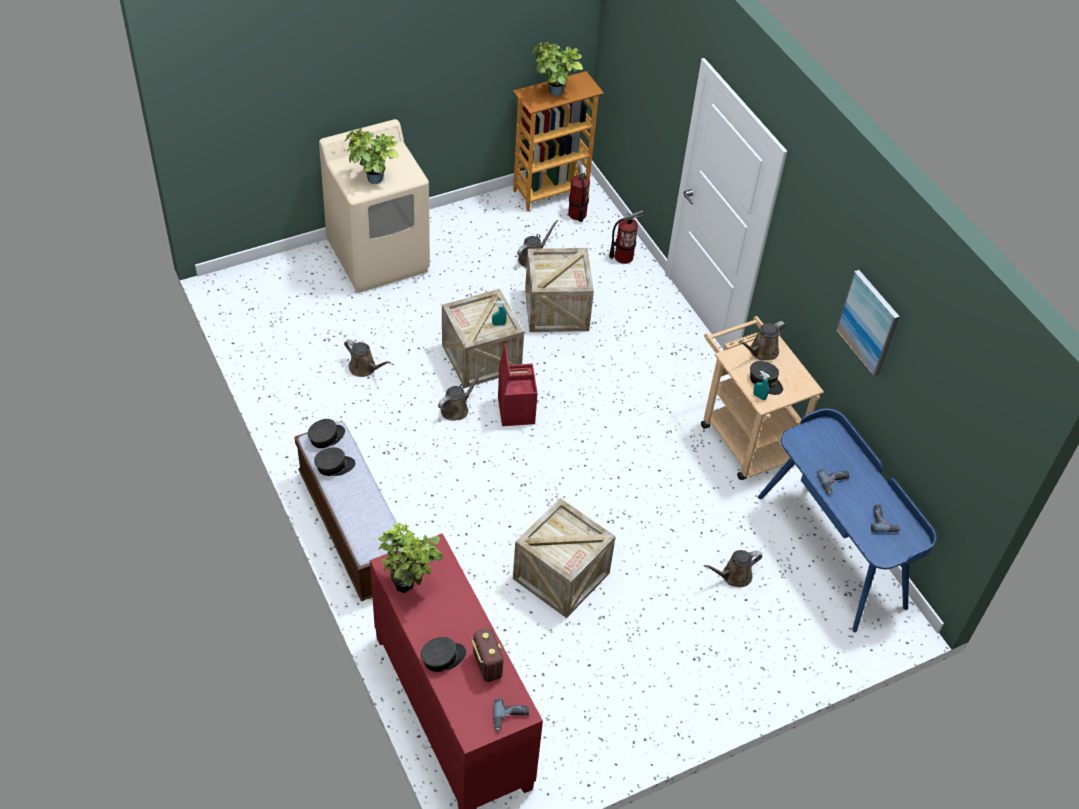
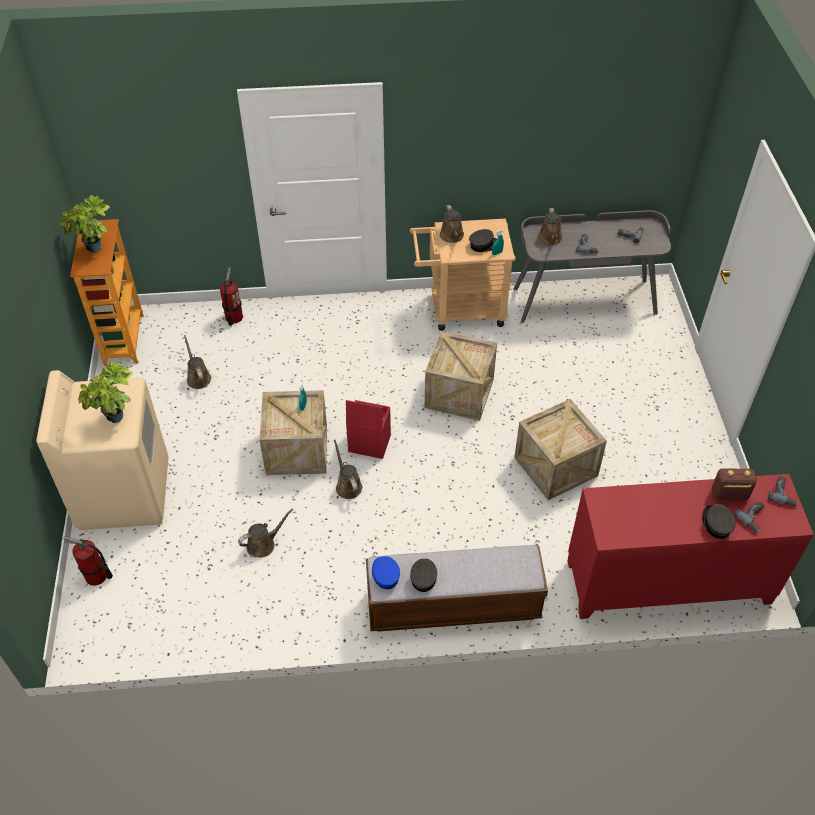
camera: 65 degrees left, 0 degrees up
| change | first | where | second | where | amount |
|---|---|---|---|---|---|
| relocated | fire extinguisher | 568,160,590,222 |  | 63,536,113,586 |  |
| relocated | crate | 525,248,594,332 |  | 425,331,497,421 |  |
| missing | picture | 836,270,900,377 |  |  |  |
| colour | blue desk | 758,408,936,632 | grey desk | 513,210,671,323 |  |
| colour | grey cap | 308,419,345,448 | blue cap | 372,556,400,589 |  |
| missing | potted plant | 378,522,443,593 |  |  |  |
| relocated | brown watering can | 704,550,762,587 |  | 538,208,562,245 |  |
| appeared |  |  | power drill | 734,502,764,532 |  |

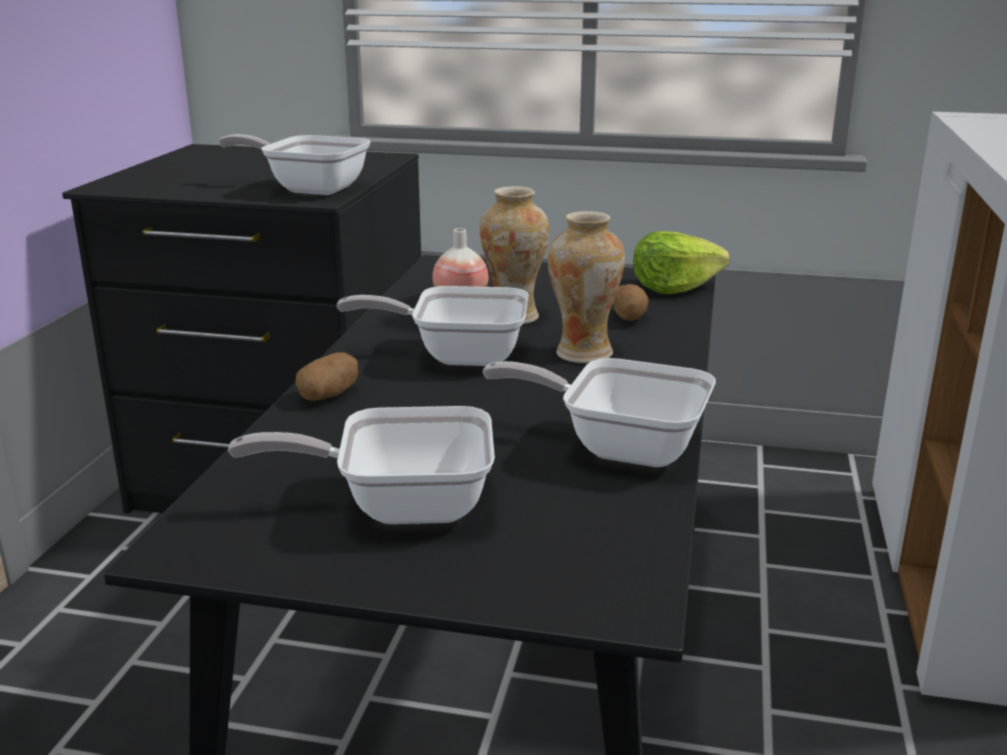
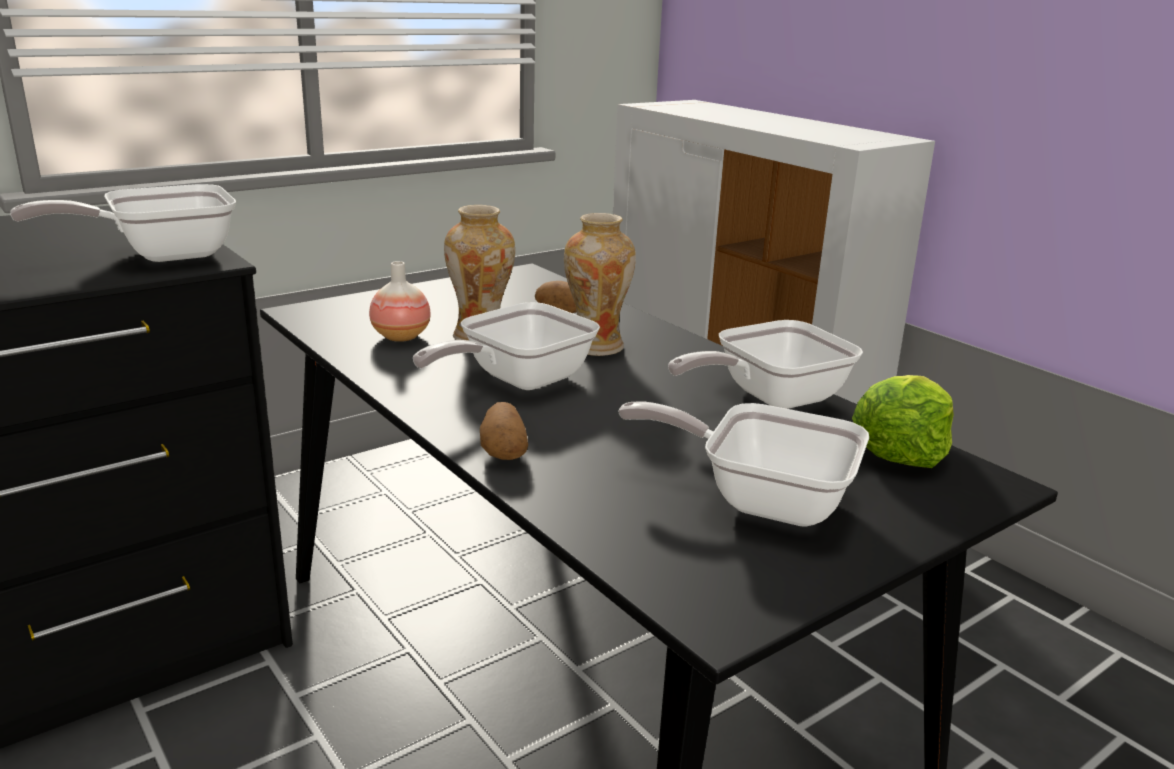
camera: 50 degrees left, 0 degrees up
| change | first | where | second | where | amount |
|---|---|---|---|---|---|
| relocated | lettuce | 633,231,729,294 |  | 852,375,954,468 |  |
| spun | frying pan | 228,406,495,524 |  | 618,401,869,527 | 75 degrees clockwise |

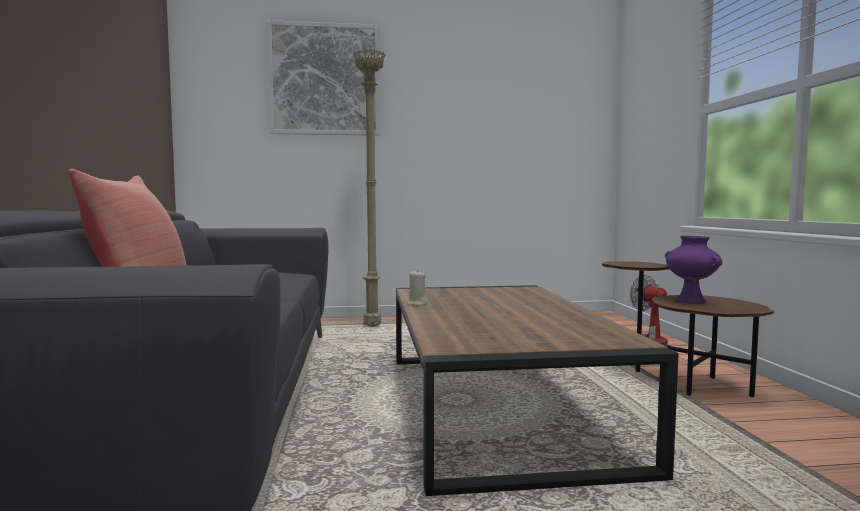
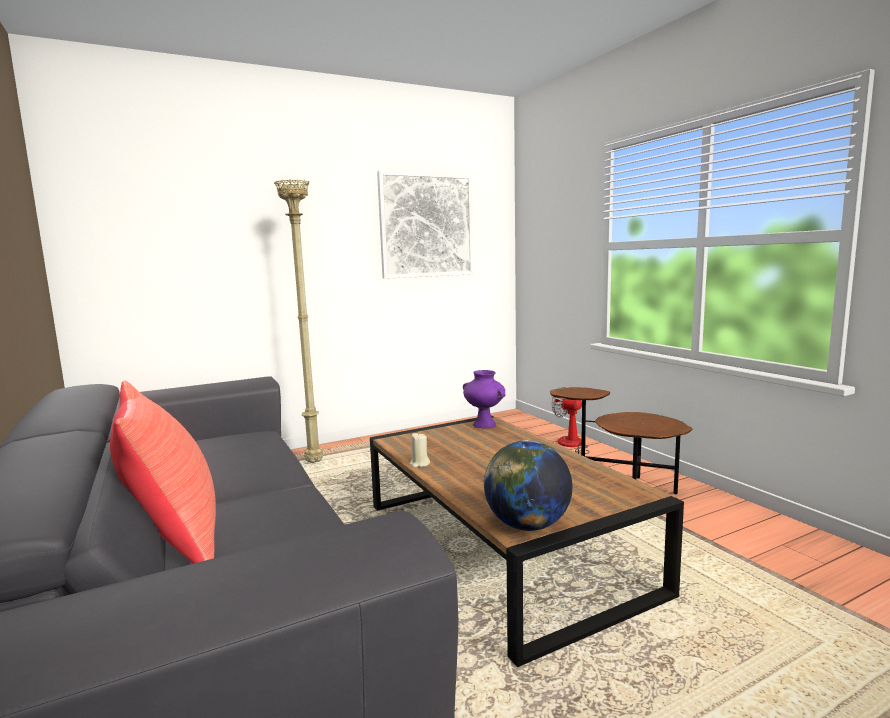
camera: 20 degrees left, 5 degrees up
| change | first | where | second | where | amount |
|---|---|---|---|---|---|
| relocated | picture | 267,20,380,136 |  | 377,171,474,279 |  |
| relocated | purple vase | 665,236,722,304 |  | 463,370,506,428 |  |
| appeared |  |  | globe | 484,440,572,531 |  |

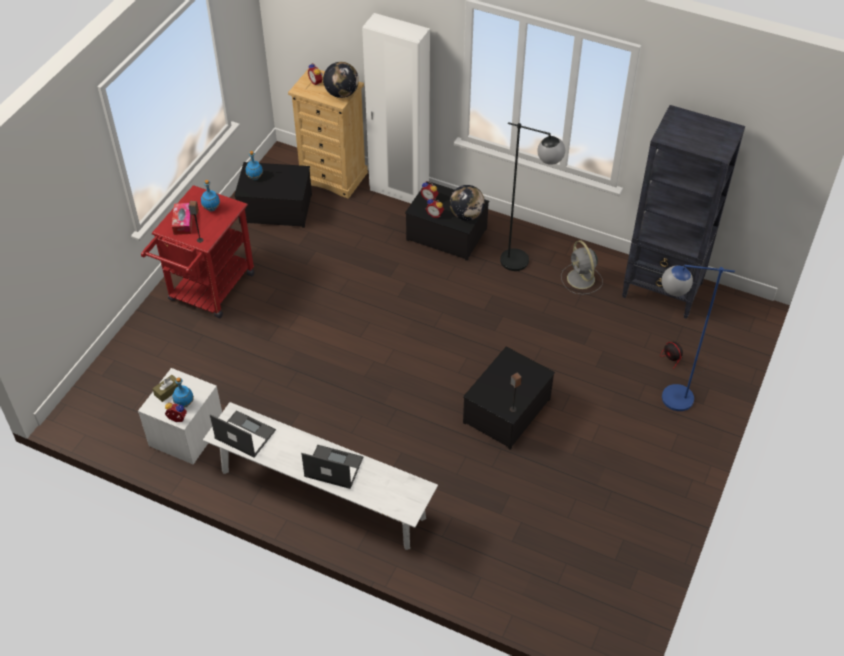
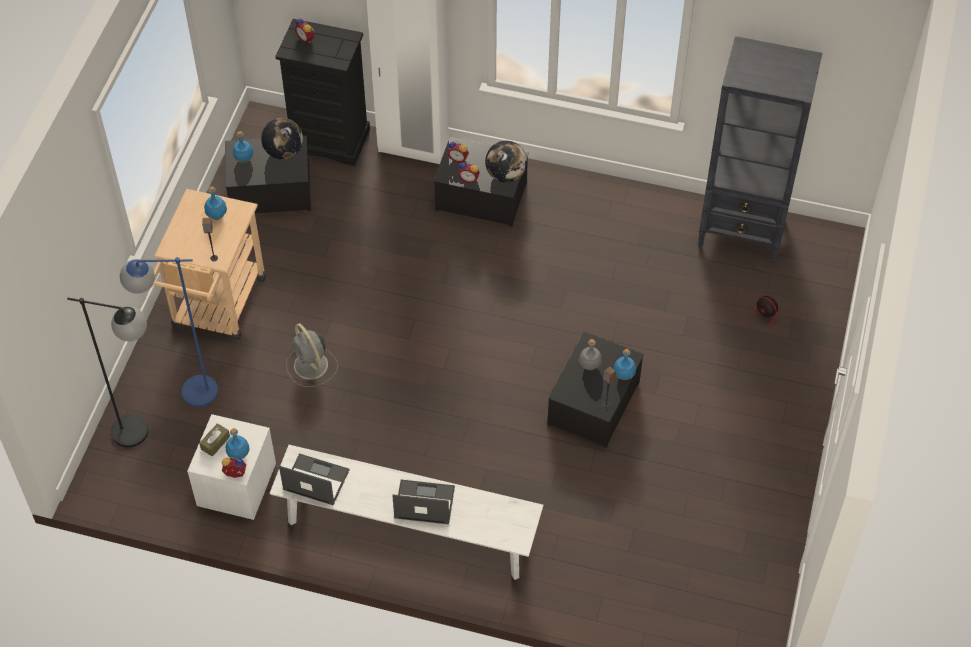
camera: 10 degrees left, 5 degrees up
| change | first | where | second | where | amount |
|---|---|---|---|---|---|
| relocated | globe | 323,62,359,98 |  | 261,118,303,159 |  |
| colour | beige dresser | 288,68,368,199 | black dresser | 275,19,370,166 |  |
| relocated | black floor lamp | 500,122,565,271 |  | 67,298,149,447 |  |
| colour | red cart | 141,185,255,318 | beige cart | 151,189,266,340 |  |
| missing | tissue box | 172,203,193,235 |  |  |  |
| relocated | grey fan | 561,240,603,295 |  | 286,323,338,387 |  |
| relocated | blue floor lamp | 661,265,735,411 |  | 120,257,218,407 |  |
| appeared |  |  | grey bottle | 579,339,602,370 |  |
| appeared |  |  | blue bottle | 613,349,636,380 |  |

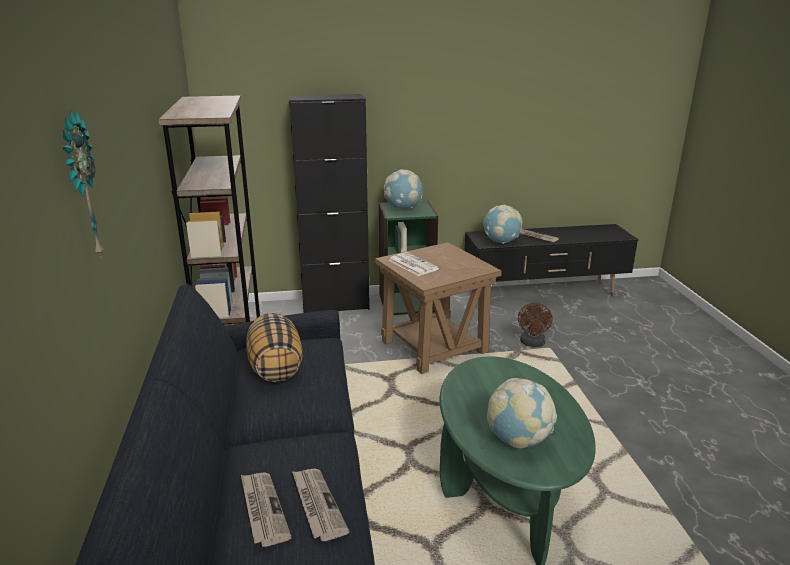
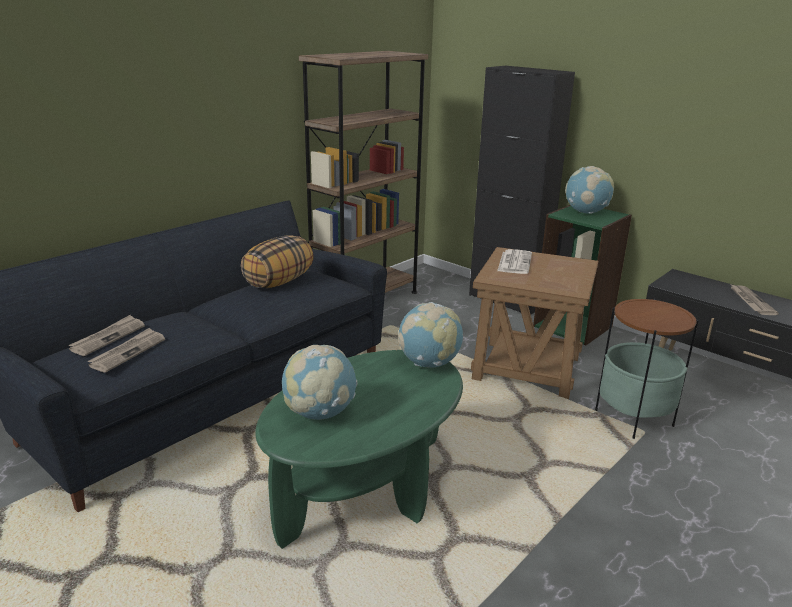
camera: 50 degrees right, 0 degrees up
| change | first | where | second | where | amount |
|---|---|---|---|---|---|
| missing | wall clock | 63,110,103,259 |  |  |  |
| relocated | globe | 483,205,523,244 |  | 398,302,463,368 |  |
| exchanged | brown fan | 518,303,553,347 | side table | 595,299,699,439 |  |

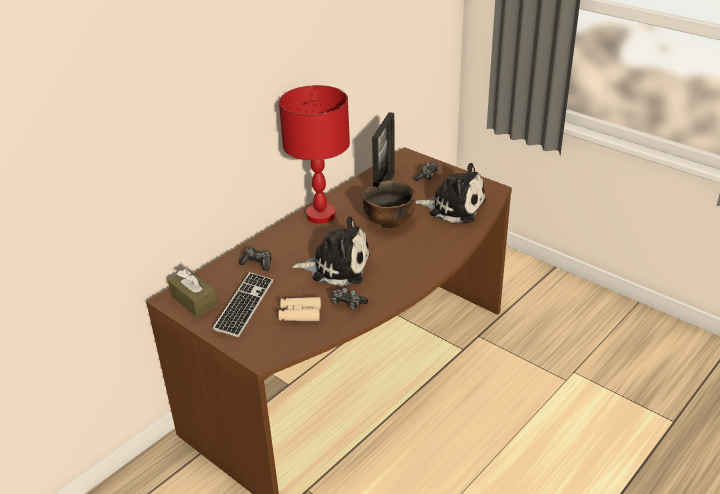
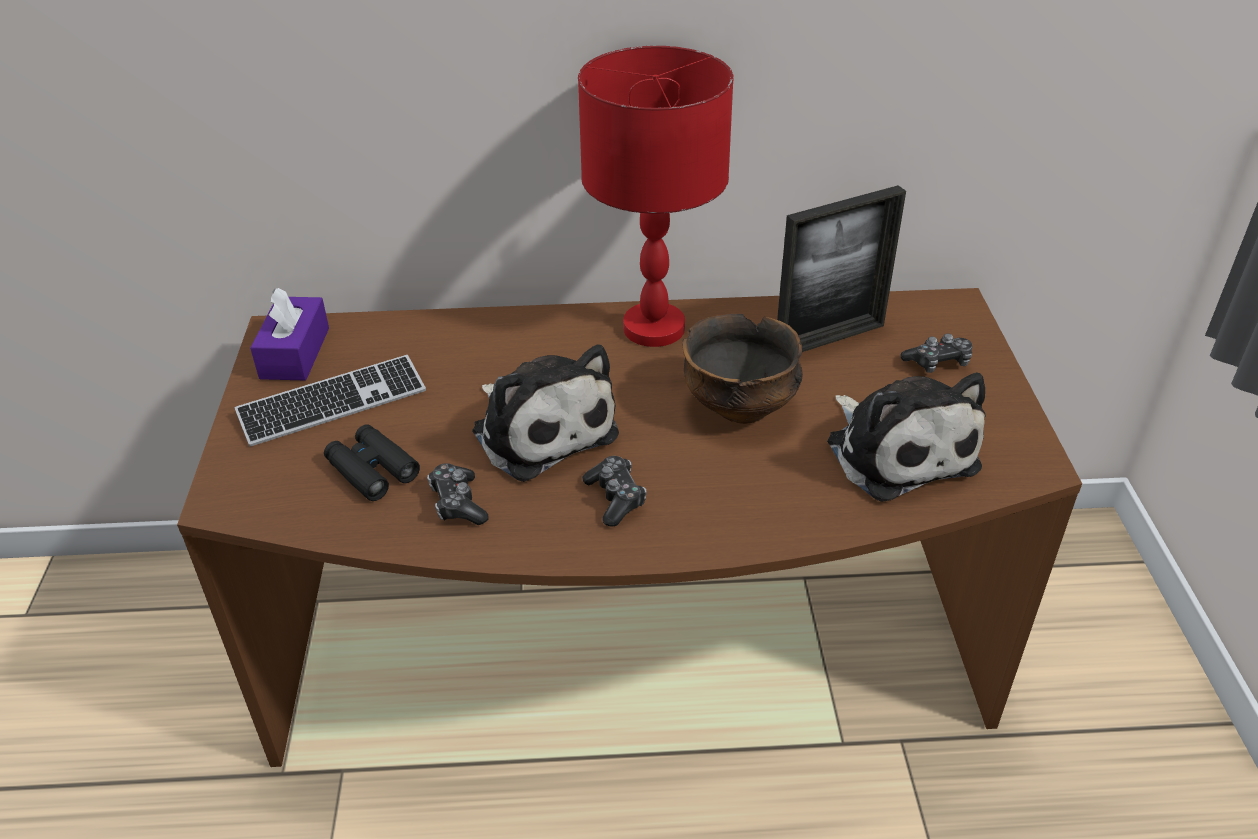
camera: 45 degrees right, 5 degrees up
| change | first | where | second | where | amount |
|---|---|---|---|---|---|
| relocated | game controller | 238,247,272,271 |  | 582,456,647,527 |  |
| colour | brown tissue box | 168,269,218,317 | purple tissue box | 250,288,329,380 |  |
| colour | beige binoculars | 278,297,321,321 | black binoculars | 324,424,420,501 |  |

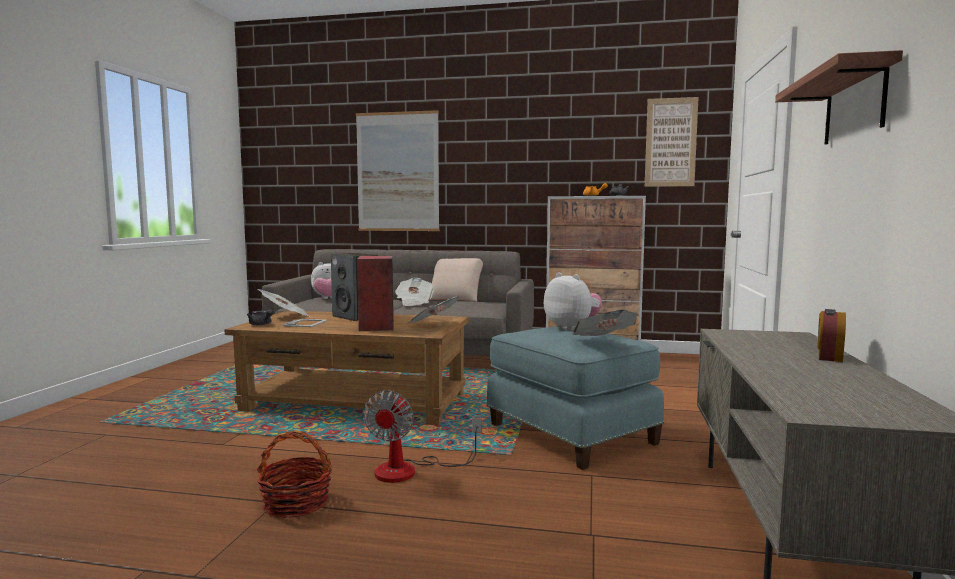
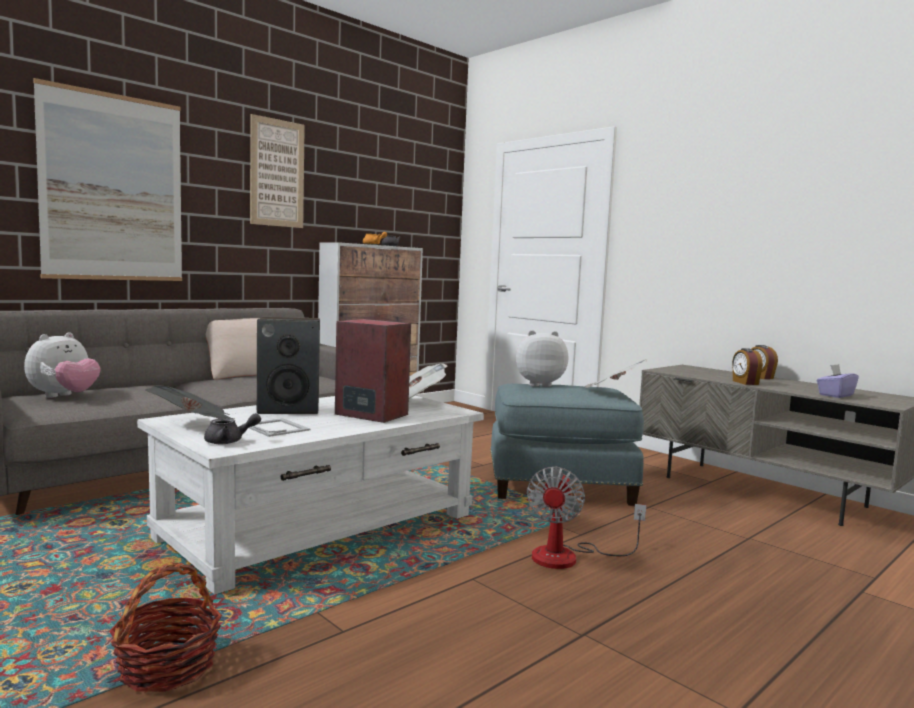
camera: 55 degrees left, 0 degrees up
| change | first | where | second | where | amount |
|---|---|---|---|---|---|
| missing | shelf | 775,50,903,145 |  |  |  |
| relocated | picture | 645,97,698,187 |  | 250,114,305,228 |  |
| missing | newspaper | 395,278,435,306 |  |  |  |
| colour | brown coffee table | 225,310,469,425 | white coffee table | 137,396,484,594 |  |
| spun | fan | 363,390,482,483 |  | 527,466,646,569 | 60 degrees clockwise |
| relocated | basket | 257,430,332,518 |  | 109,563,222,693 |  |
| appeared |  |  | alarm clock | 732,348,763,385 |  |
| appeared |  |  | purple tissue box | 817,364,859,398 |  |

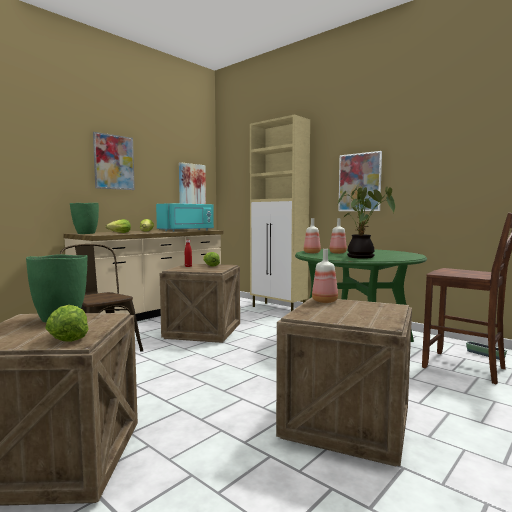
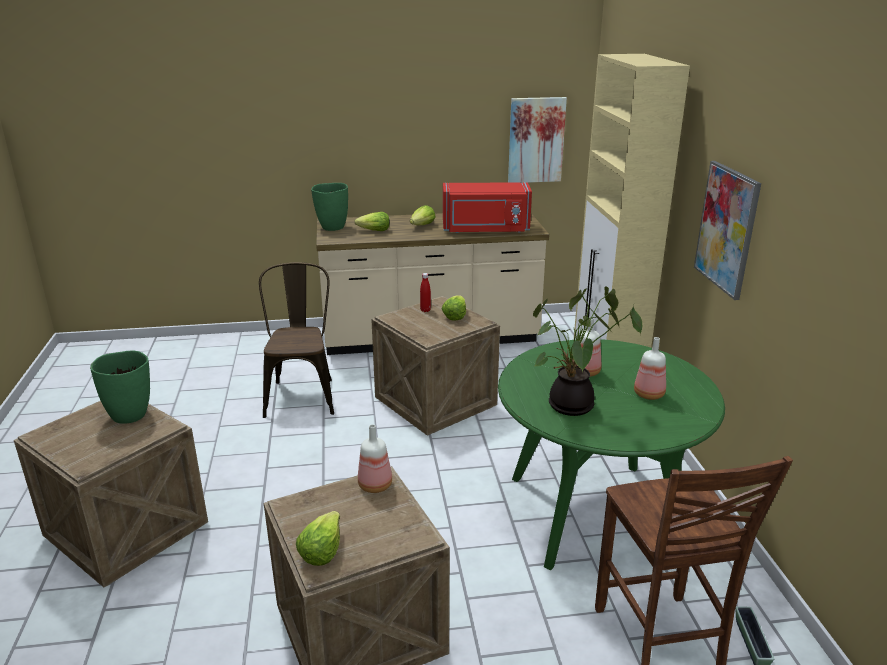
camera: 40 degrees right, 20 degrees up
| change | first | where | second | where | amount |
|---|---|---|---|---|---|
| missing | picture | 93,132,135,190 |  |  |  |
| colour | turquoise microwave | 156,203,214,232 | red microwave | 443,182,532,233 |  |
| relocated | bottle | 304,218,321,253 |  | 634,337,666,400 |  |
| relocated | lettuce | 45,305,89,342 |  | 296,511,340,566 |  |

